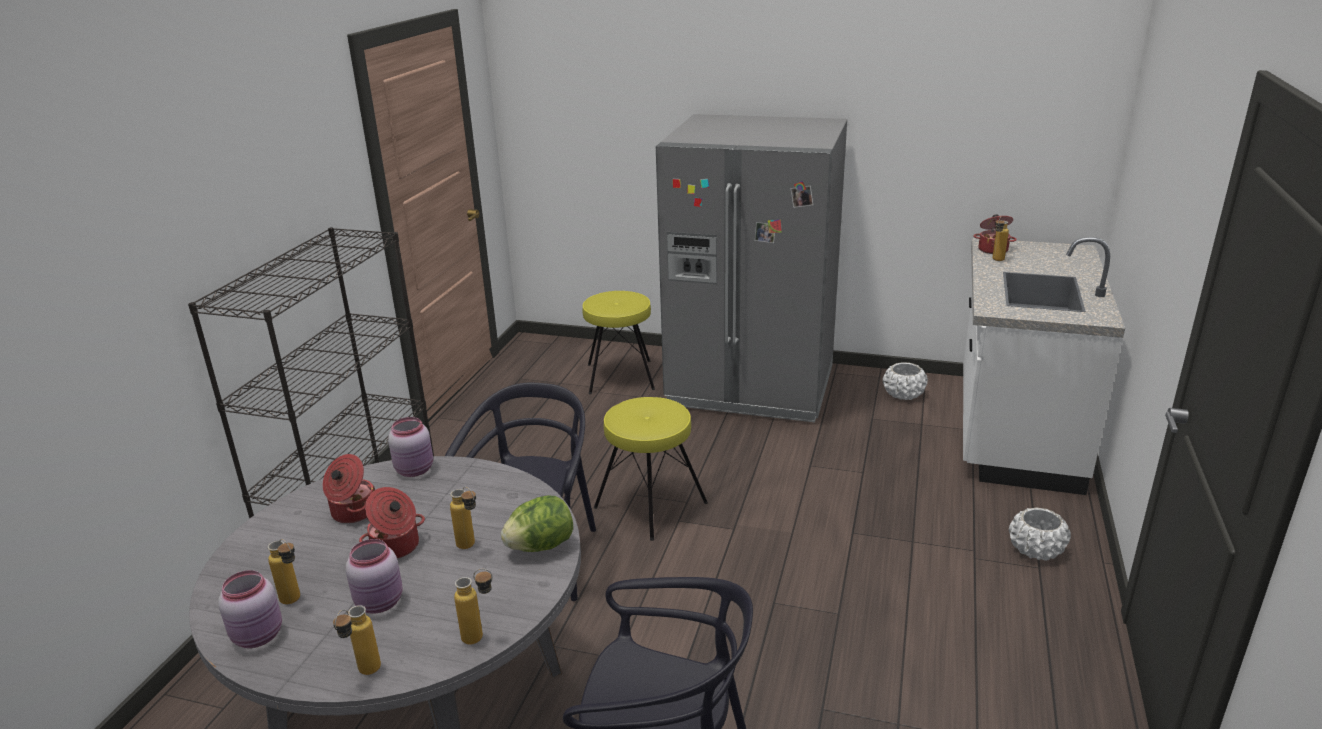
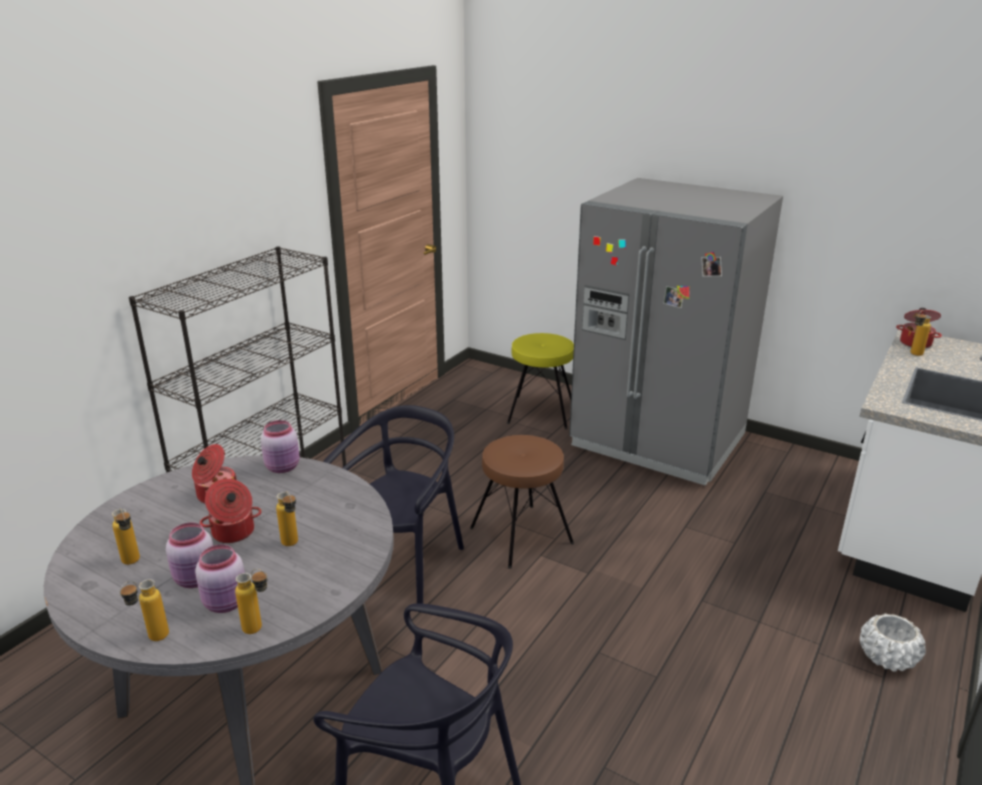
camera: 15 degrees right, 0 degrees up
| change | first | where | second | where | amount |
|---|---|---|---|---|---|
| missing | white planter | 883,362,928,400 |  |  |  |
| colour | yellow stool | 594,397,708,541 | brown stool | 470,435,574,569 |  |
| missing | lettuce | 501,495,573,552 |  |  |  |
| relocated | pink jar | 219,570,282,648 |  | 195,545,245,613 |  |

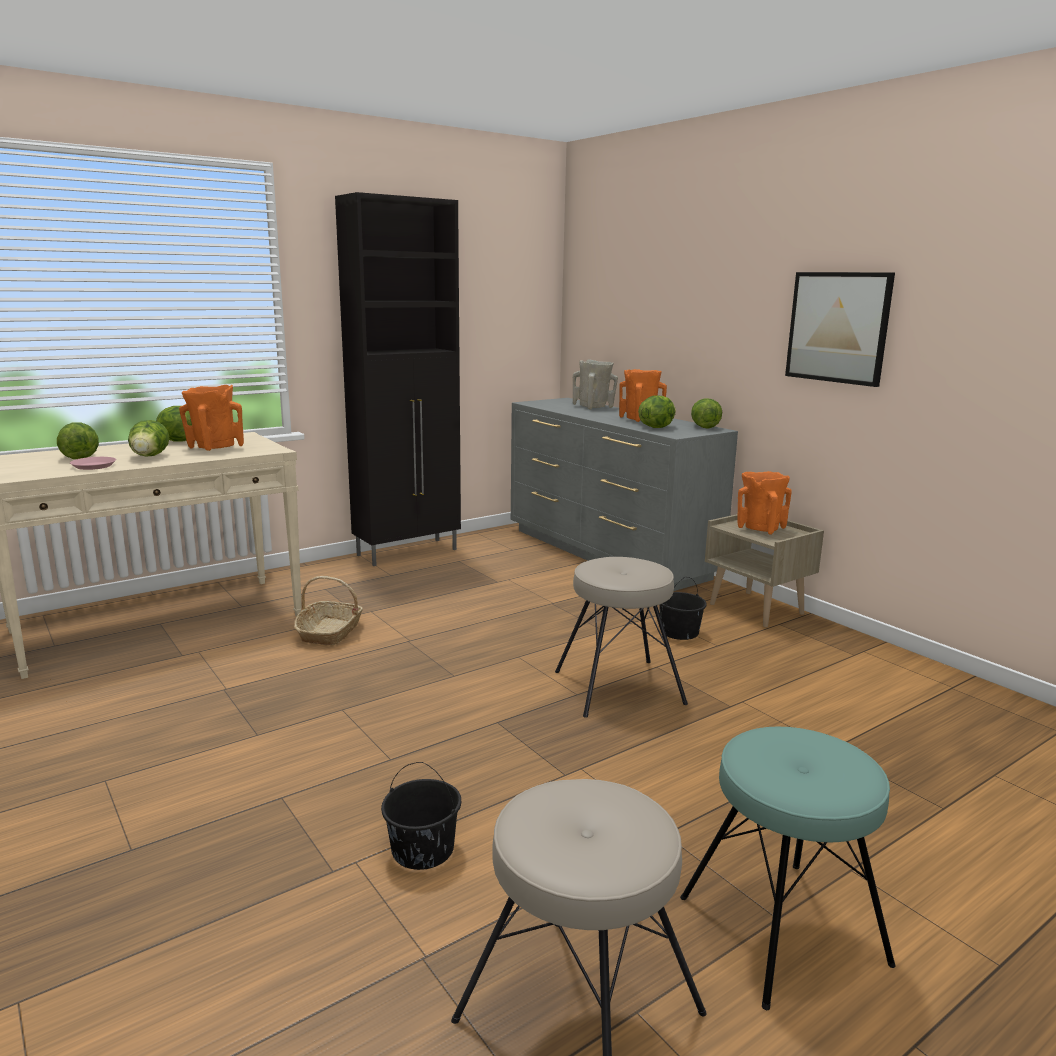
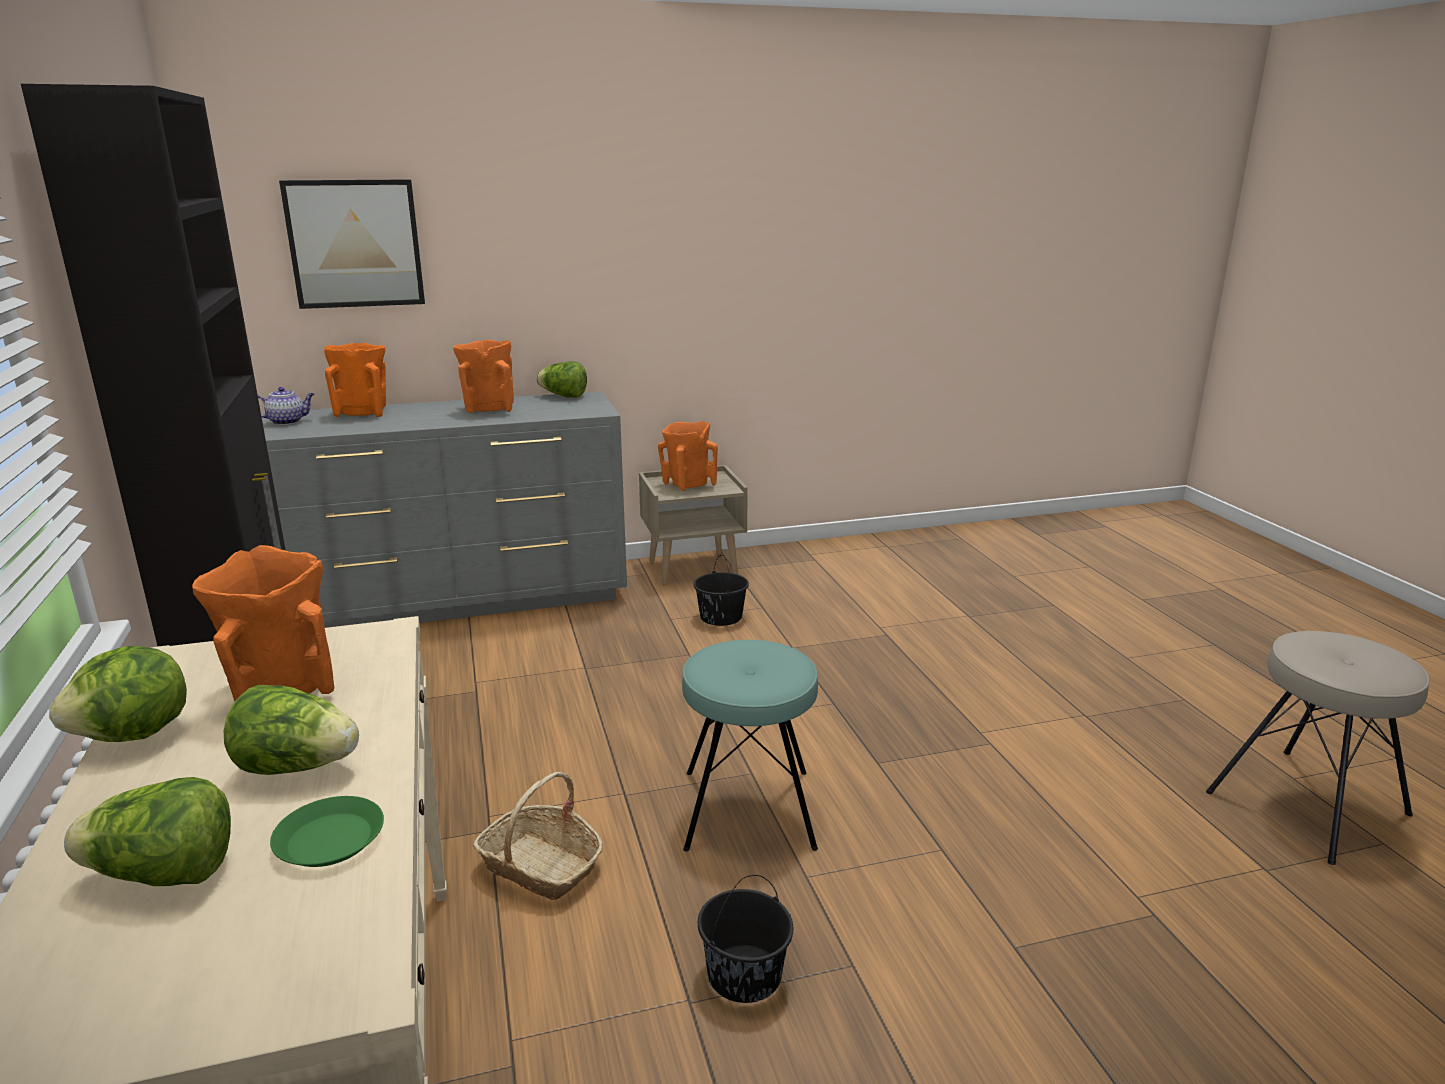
camera: 70 degrees left, 5 degrees up
| change | first | where | second | where | amount |
|---|---|---|---|---|---|
| relocated | picture | 785,272,895,387 |  | 279,179,425,309 |  |
| colour | beige vase | 573,360,618,409 | orange vase | 324,343,386,417 |  |
| missing | lettuce | 638,396,676,428 |  |  |  |
| colour | pink plate | 70,457,116,470 | green plate | 270,796,384,867 |  |
| missing | beige stool | 555,557,688,717 |  |  |  |
| relocated | turquoise stool | 680,727,895,1010 |  | 682,640,818,851 |  |
| relocated | black bucket | 381,762,461,870 |  | 698,875,793,1003 |  |
| appeared |  |  | teapot | 258,387,314,425 |  |

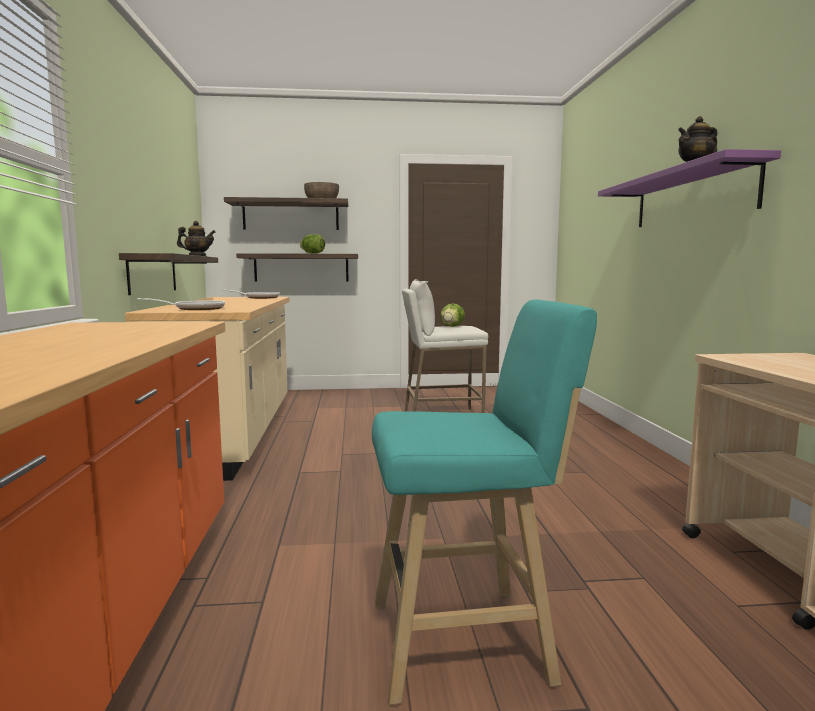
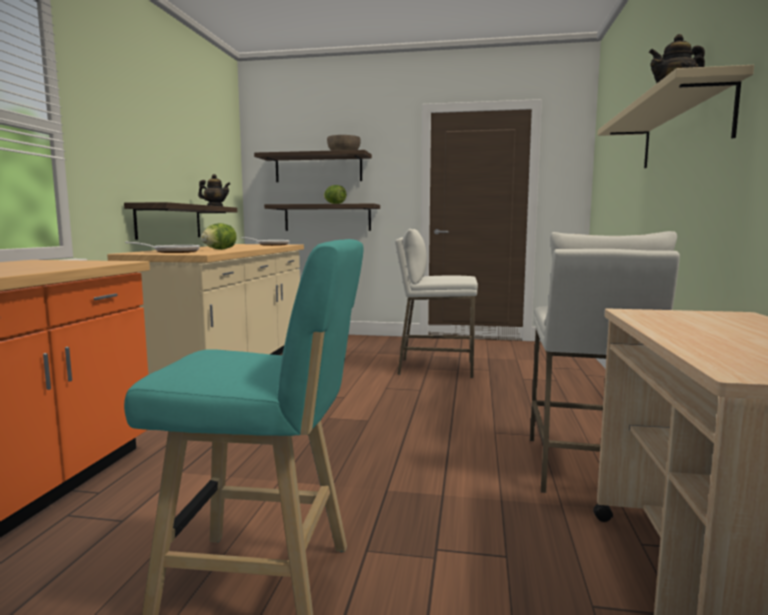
camera: 15 degrees right, 0 degrees up
| change | first | where | second | where | amount |
|---|---|---|---|---|---|
| colour | purple shelf | 598,149,781,227 | beige shelf | 597,65,754,168 |  |
| relocated | lettuce | 440,303,465,327 |  | 201,223,237,250 |  |
| appeared |  |  | white stool | 530,231,680,493 |  |

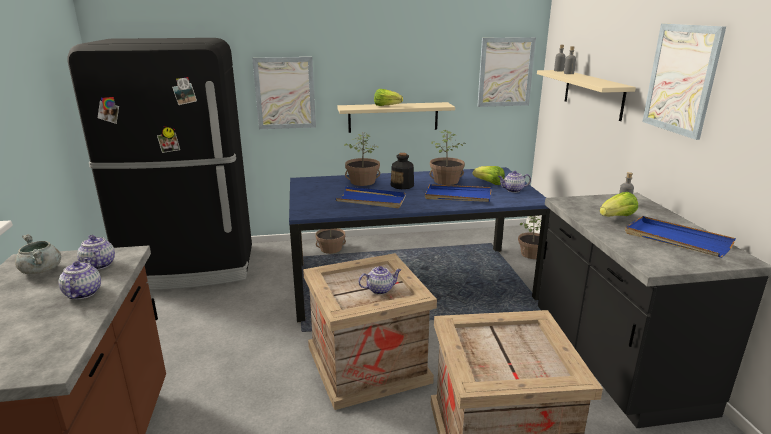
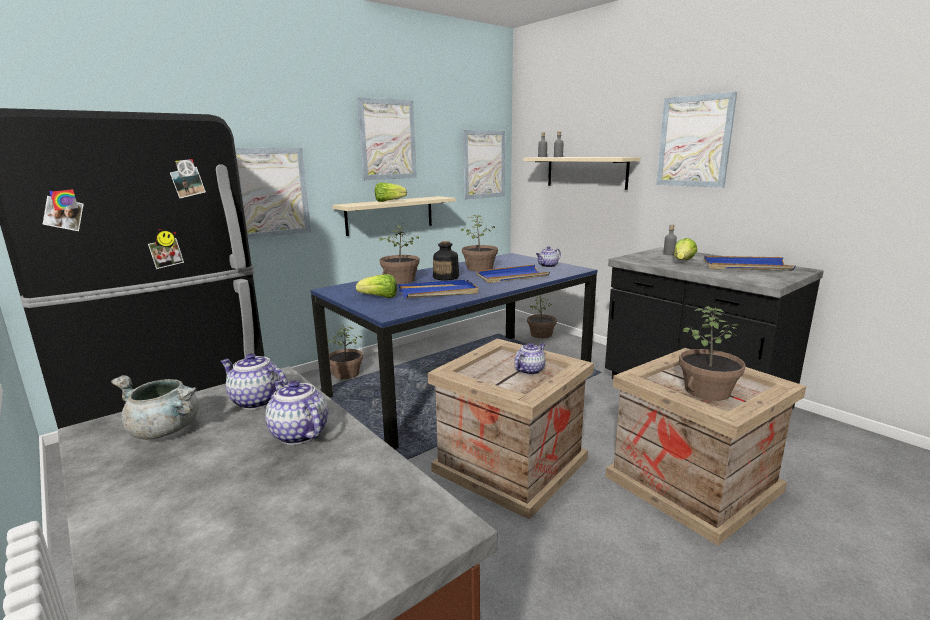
camera: 30 degrees left, 5 degrees down
| change | first | where | second | where | amount |
|---|---|---|---|---|---|
| relocated | lettuce | 473,166,505,185 |  | 356,274,397,298 |  |
| appeared |  |  | picture | 357,97,417,180 |  |
| appeared |  |  | potted plant | 679,306,745,401 |  |

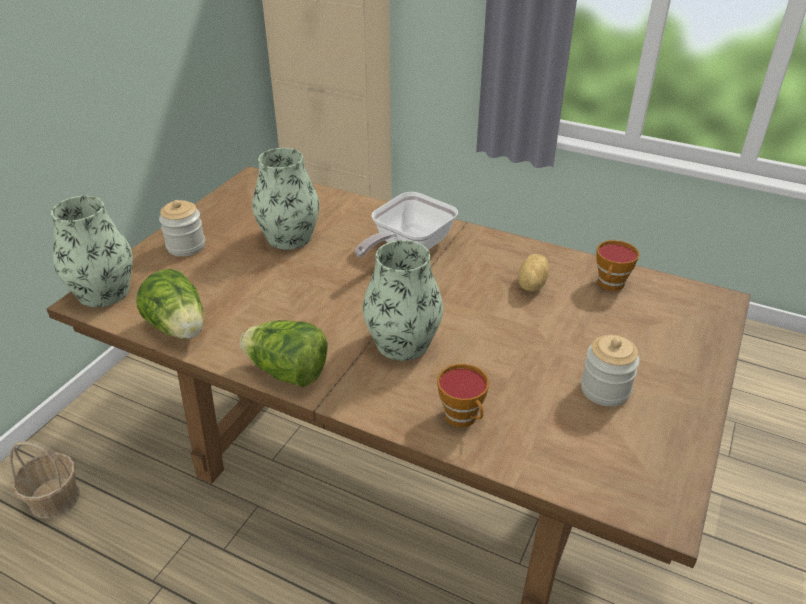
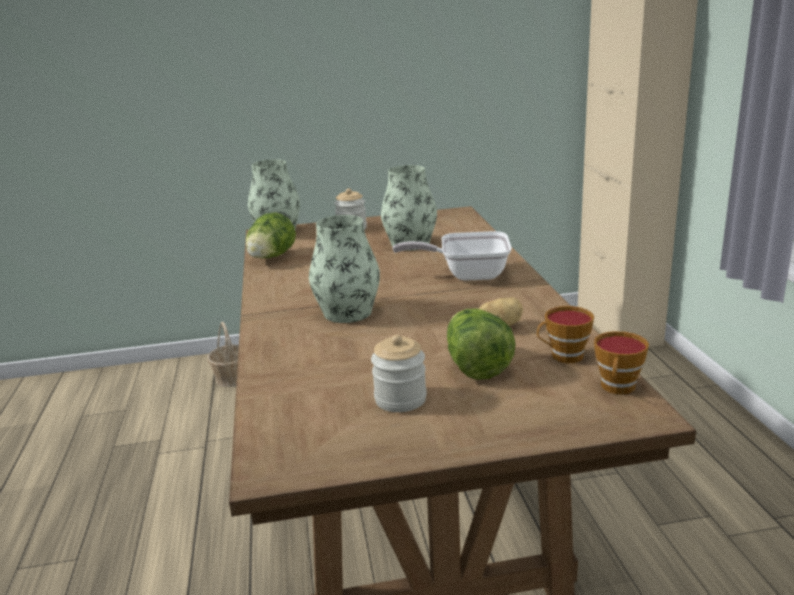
camera: 55 degrees right, 15 degrees down
| change | first | where | second | where | amount |
|---|---|---|---|---|---|
| relocated | lettuce | 240,320,327,387 |  | 447,308,516,380 |  |
| relocated | cup | 437,364,489,427 |  | 594,331,649,394 |  |

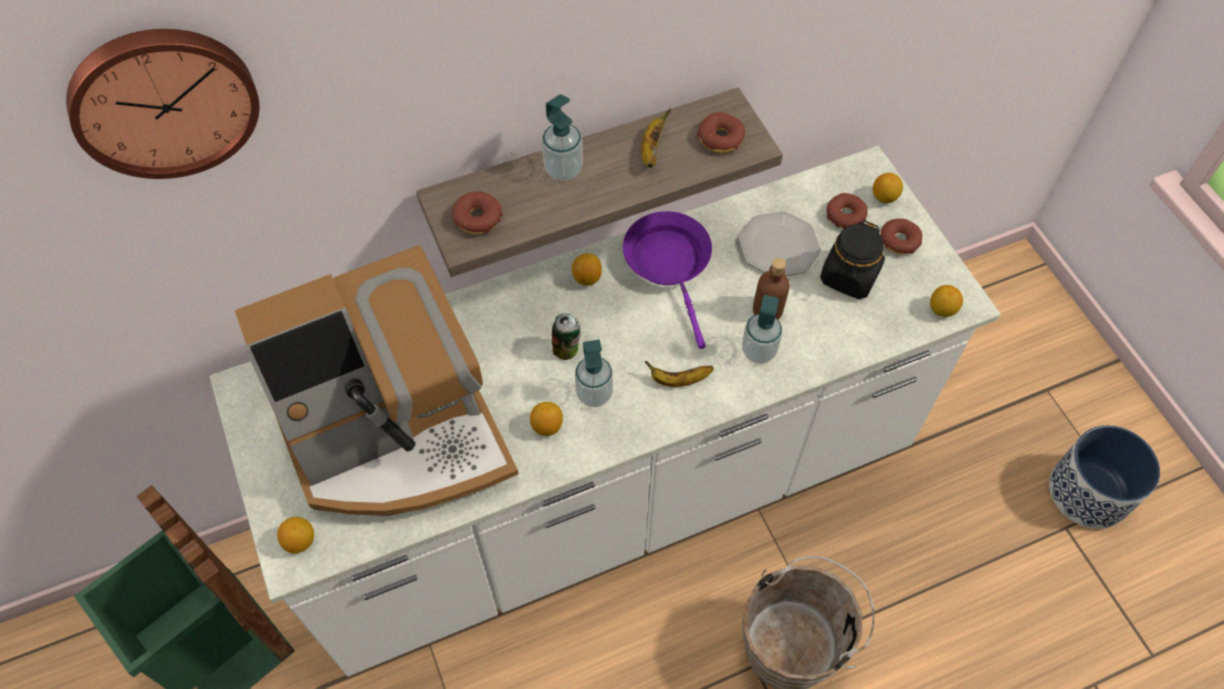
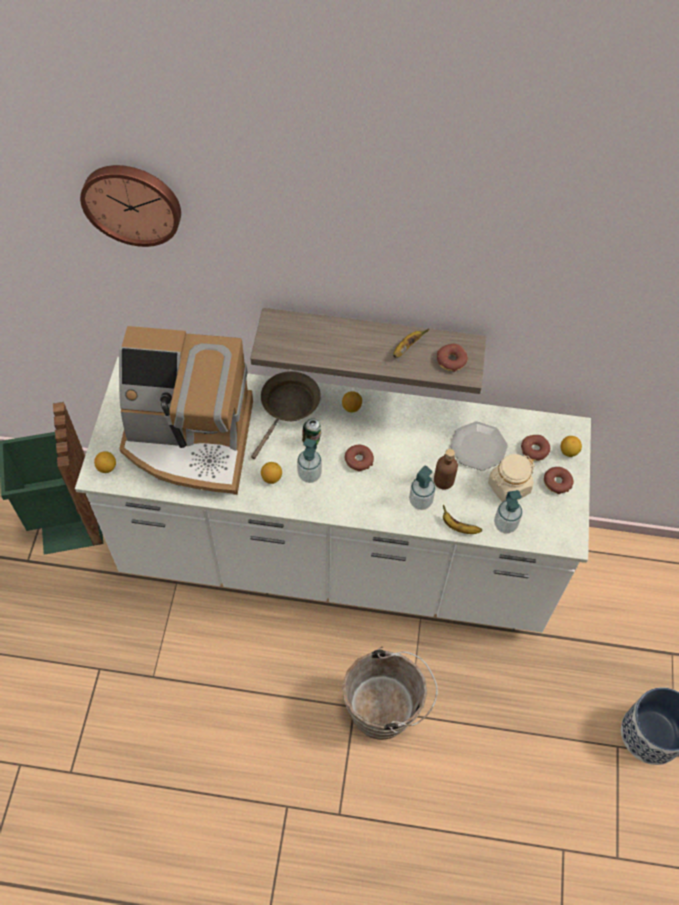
camera: 30 degrees right, 0 degrees up
| change | first | where | second | where | amount |
|---|---|---|---|---|---|
| relocated | soap dispenser | 542,94,583,181 |  | 494,490,523,533 |  |
| relocated | donut | 452,191,503,234 |  | 345,445,374,472 |  |
| missing | purple frying pan | 623,211,712,349 |  |  |  |
| colour | black jar | 820,221,885,299 | beige jar | 488,454,535,502 |  |
| missing | lemon | 930,285,963,317 |  |  |  |
| relocated | banana | 645,361,714,387 |  | 443,505,482,534 |  |
| appeared |  |  | brown frying pan | 251,371,321,459 |  |

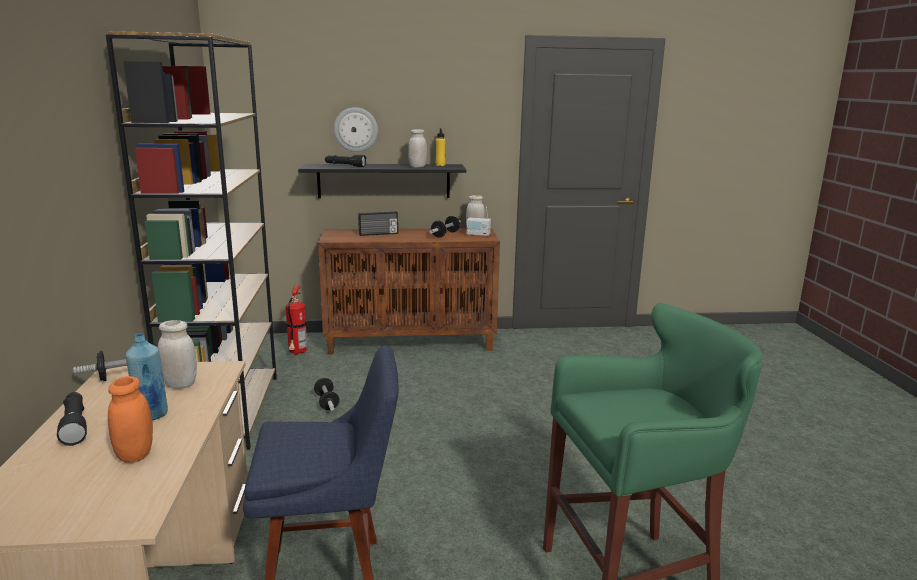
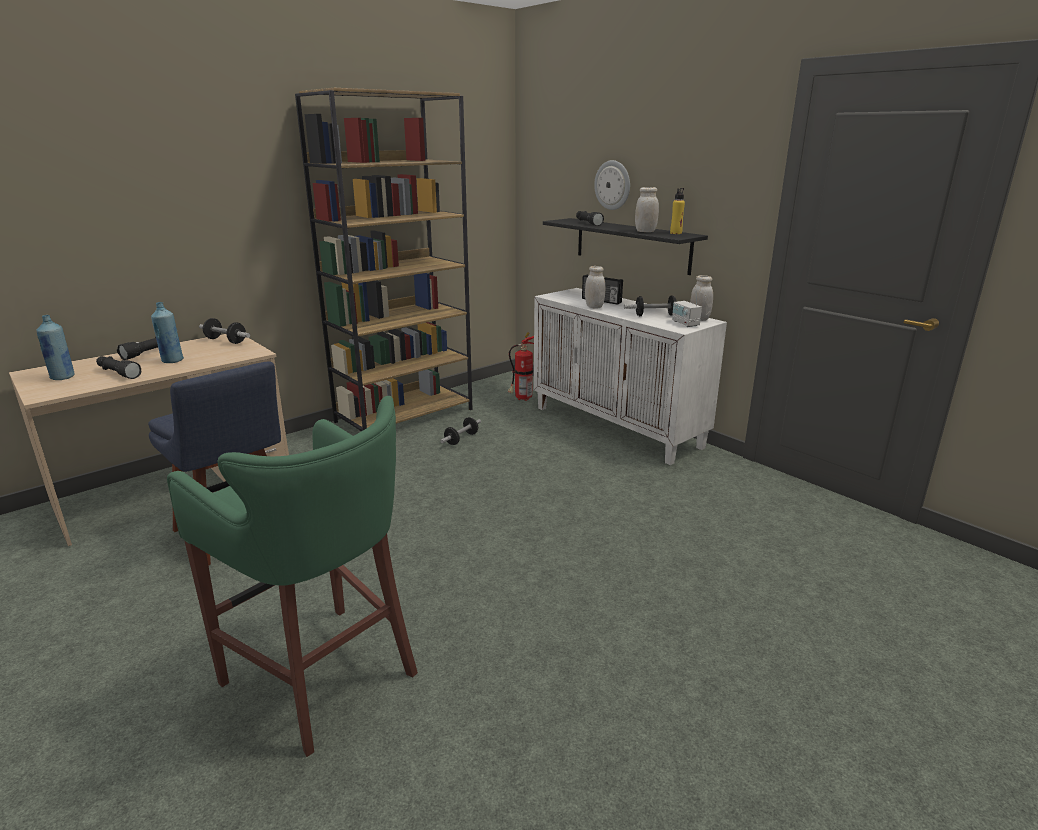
camera: 55 degrees right, 5 degrees up
| change | first | where | second | where | amount |
|---|---|---|---|---|---|
| colour | brown cabinet | 318,228,500,355 | white cabinet | 534,288,727,465 |  |
| relocated | white jar | 157,320,197,389 |  | 585,266,605,308 |  |
| exchanged | orange jar | 108,376,153,463 | black flashlight | 96,356,141,379 |  |
| appeared |  |  | blue bottle | 36,315,75,380 |  |

